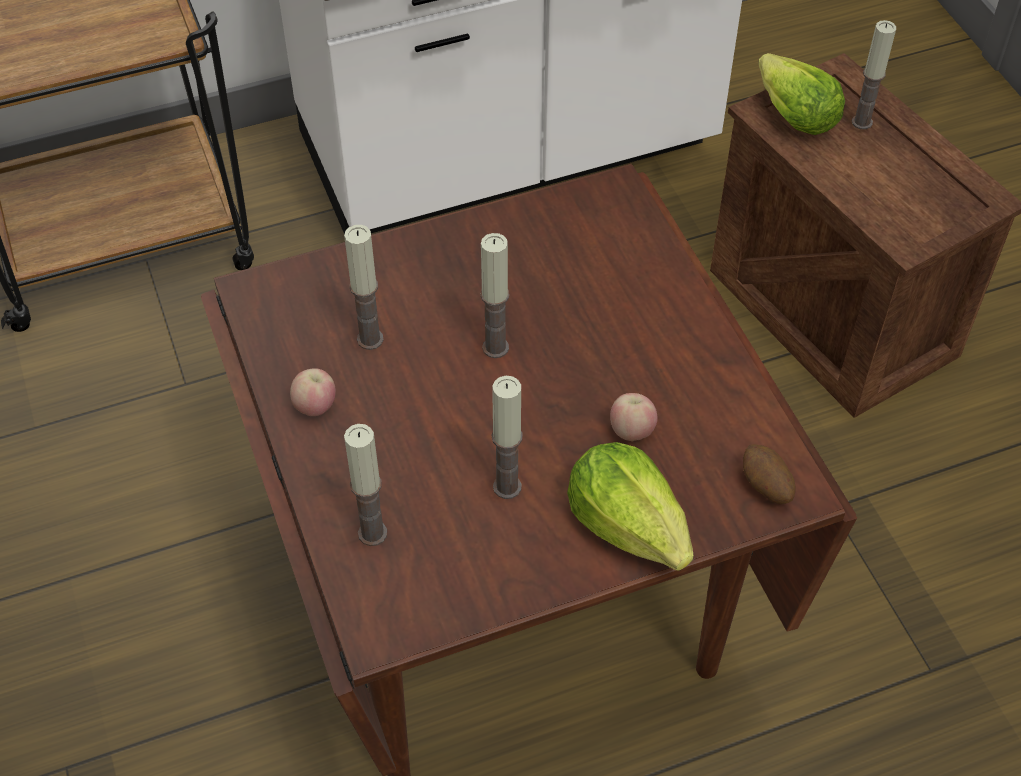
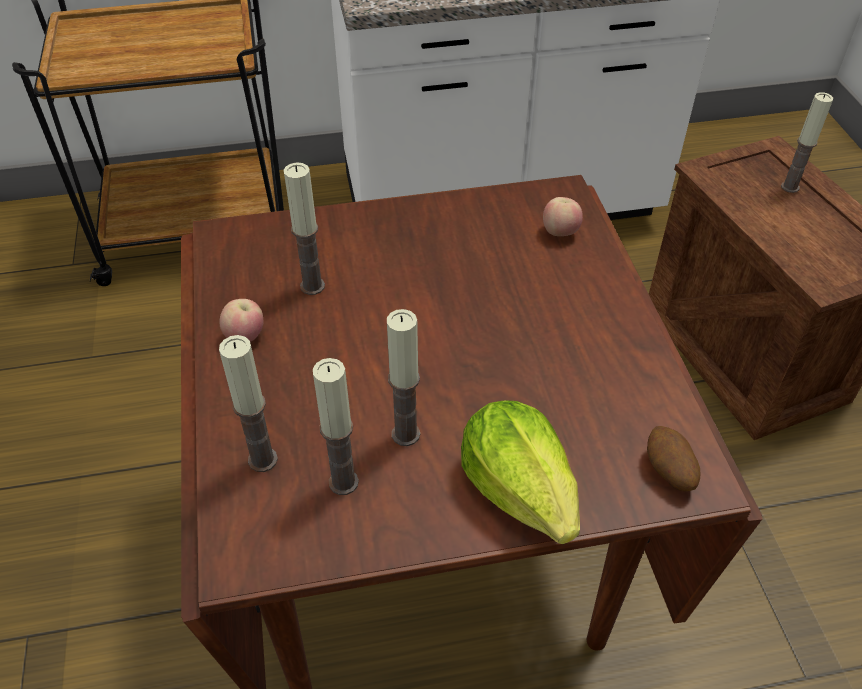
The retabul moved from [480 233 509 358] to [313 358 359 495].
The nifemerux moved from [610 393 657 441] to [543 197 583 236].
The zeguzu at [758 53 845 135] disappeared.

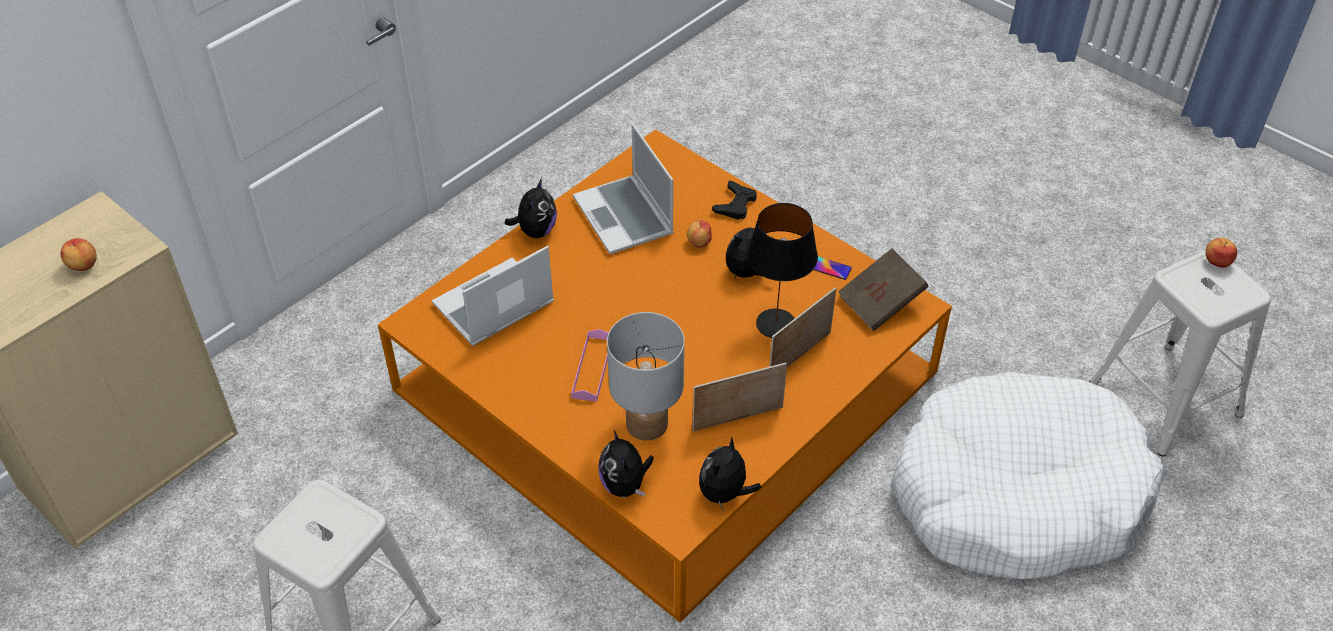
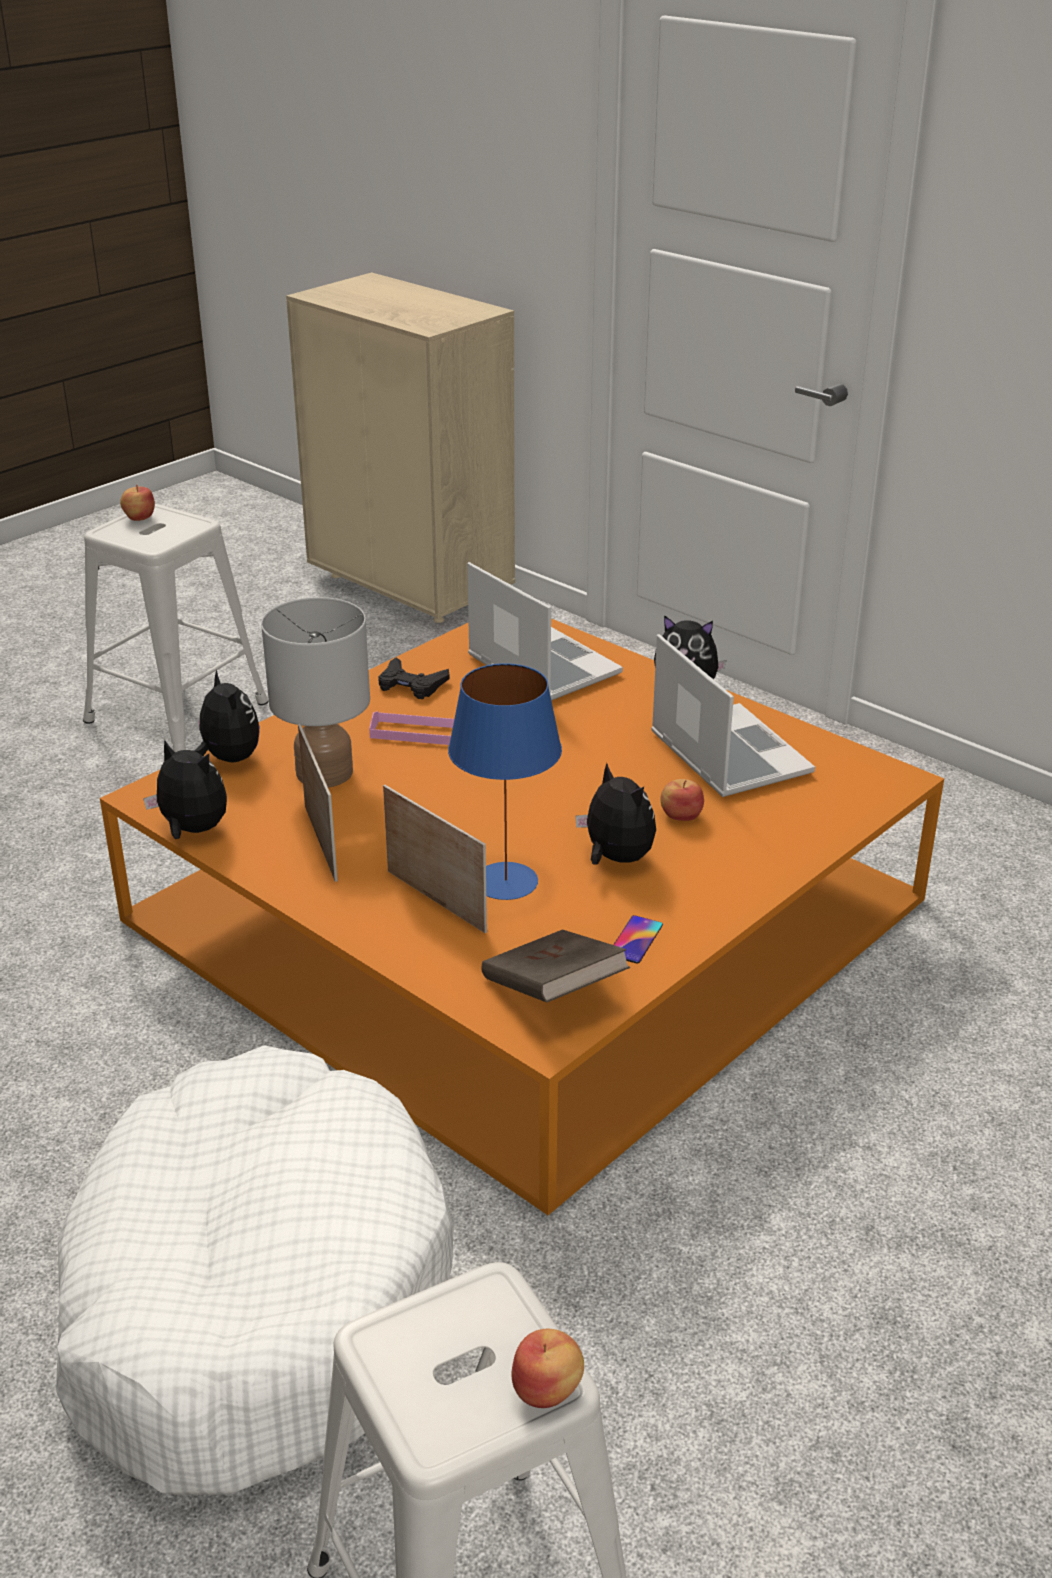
The nifemerux moved from [61 238 97 271] to [120 485 155 521].
The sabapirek at [573 124 674 254] turned 90 degrees clockwise.
The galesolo at [598 429 654 497] turned 75 degrees clockwise.
The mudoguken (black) moved from [712 181 757 220] to [378 657 450 699].
The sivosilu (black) at [746 203 818 338] became the sivosilu (blue) at [448 663 562 900].

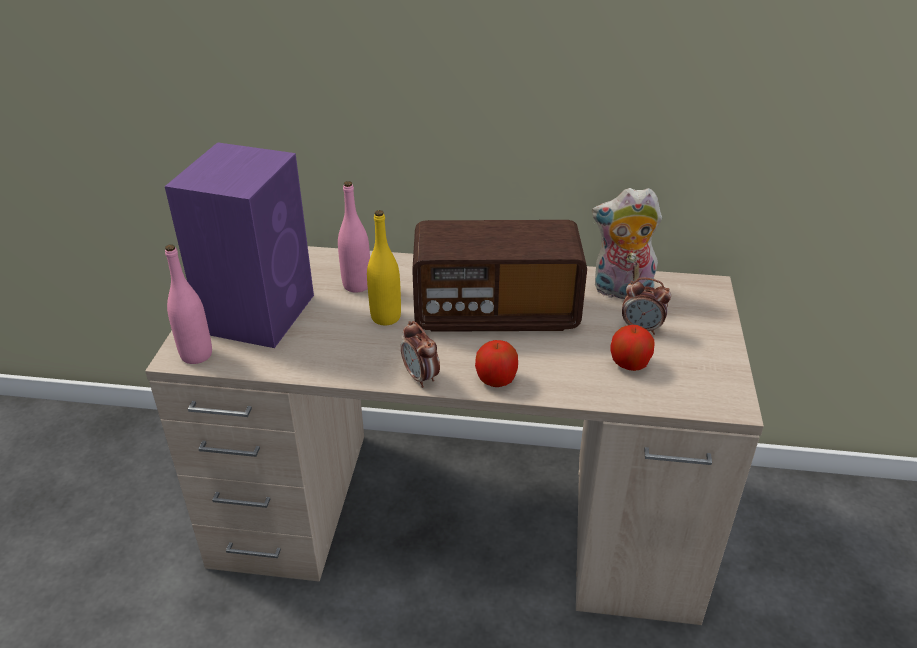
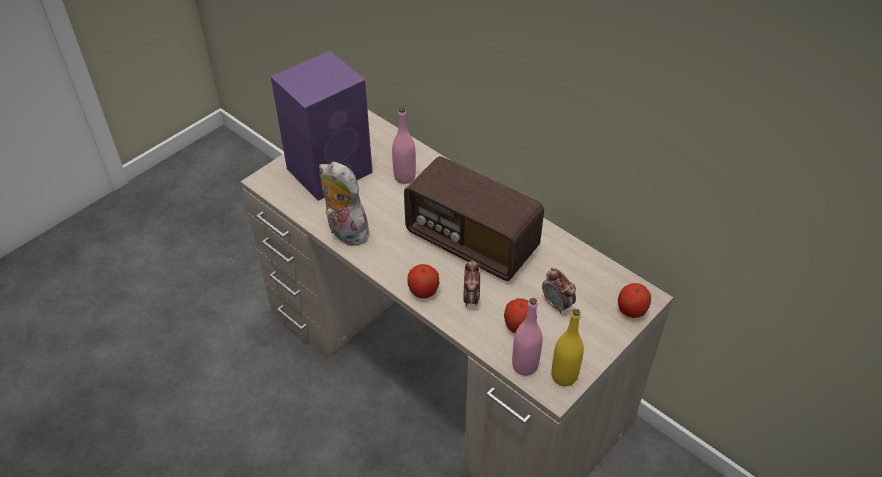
The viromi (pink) moved from [165 245 212 364] to [512 298 543 376].
The viromi (yellow) moved from [367 210 401 325] to [551 309 584 387].
The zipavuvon moved from [401 321 440 388] to [463 259 480 307].
The galesolo moved from [592 188 662 299] to [319 162 370 246].
The nifemerux at [618 283 651 318] appeared.

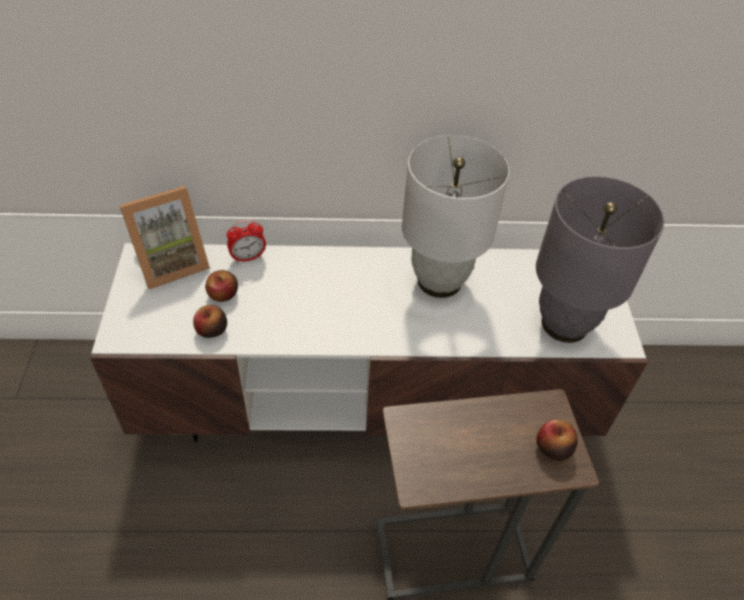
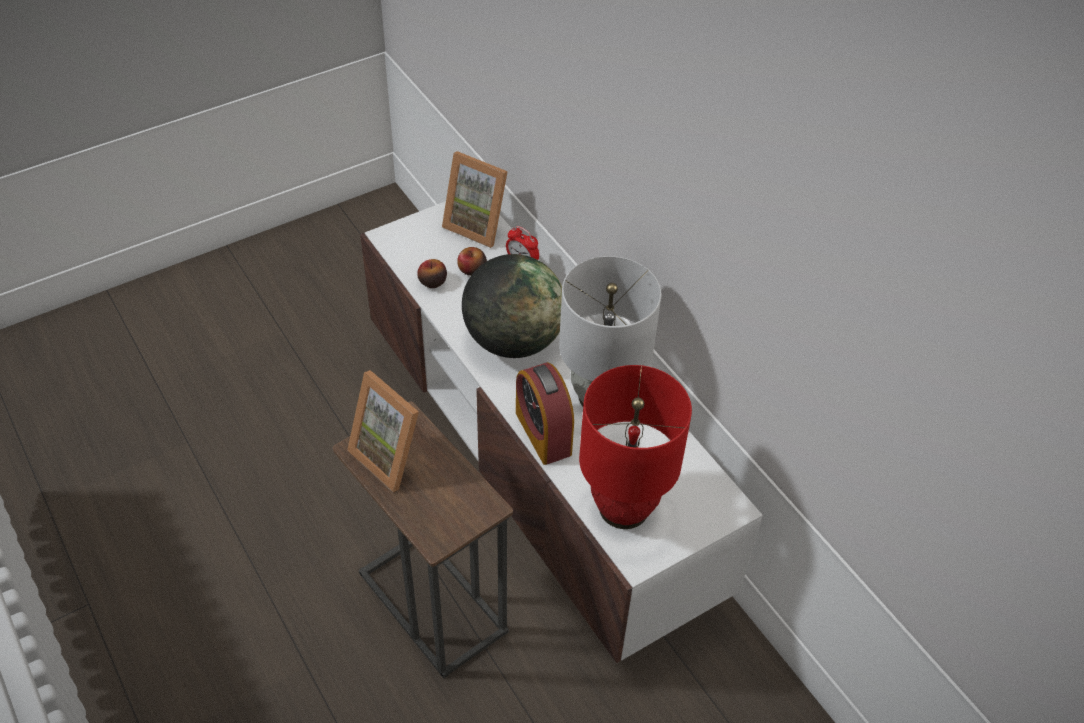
The sivosilu (grey) at [536 177 664 343] became the sivosilu (red) at [579 365 692 529].
The nifemerux at [537 420 578 461] disappeared.
The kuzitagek at [347 370 419 492] appeared.
The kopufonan at [462 254 562 358] appeared.
The zipavuvon at [516 362 574 465] appeared.

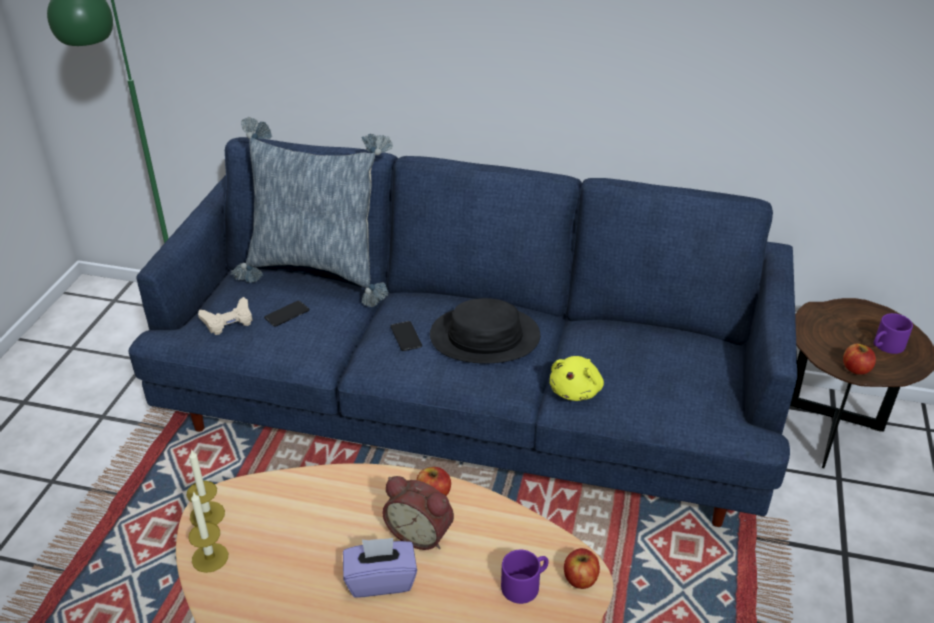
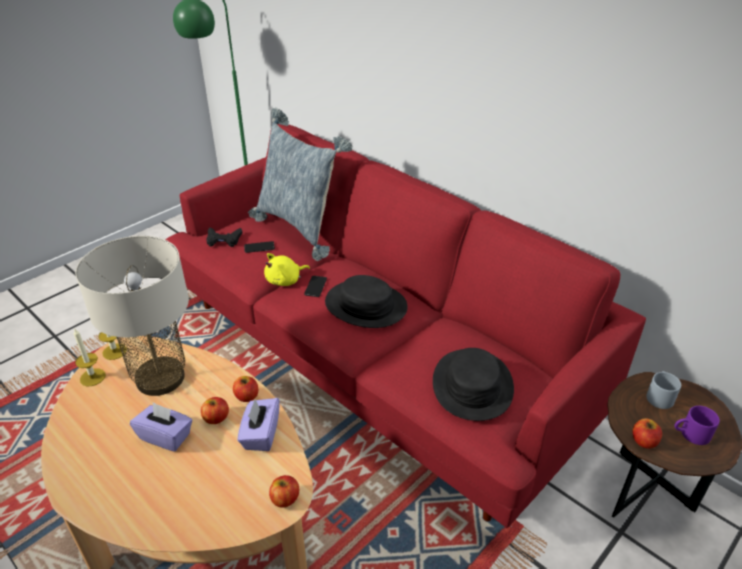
The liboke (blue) at [129 137 797 527] became the liboke (red) at [166 124 646 528].
The mudoguken (beige) at [198 297 253 335] became the mudoguken (black) at [206 228 242 247].
The zipavuvon at [382 476 454 550] was replaced by the nifemerux at [201 397 229 424].
The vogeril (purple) at [501 550 548 604] disappeared.
The galesolo (yellow) moved from [550 356 604 401] to [264 253 310 286].
The sivosilu at [75 236 189 396] appeared.
The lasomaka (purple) at [238 398 280 451] appeared.
The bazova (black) at [433 348 514 421] appeared.
The vogeril (grey) at [646 371 681 409] appeared.

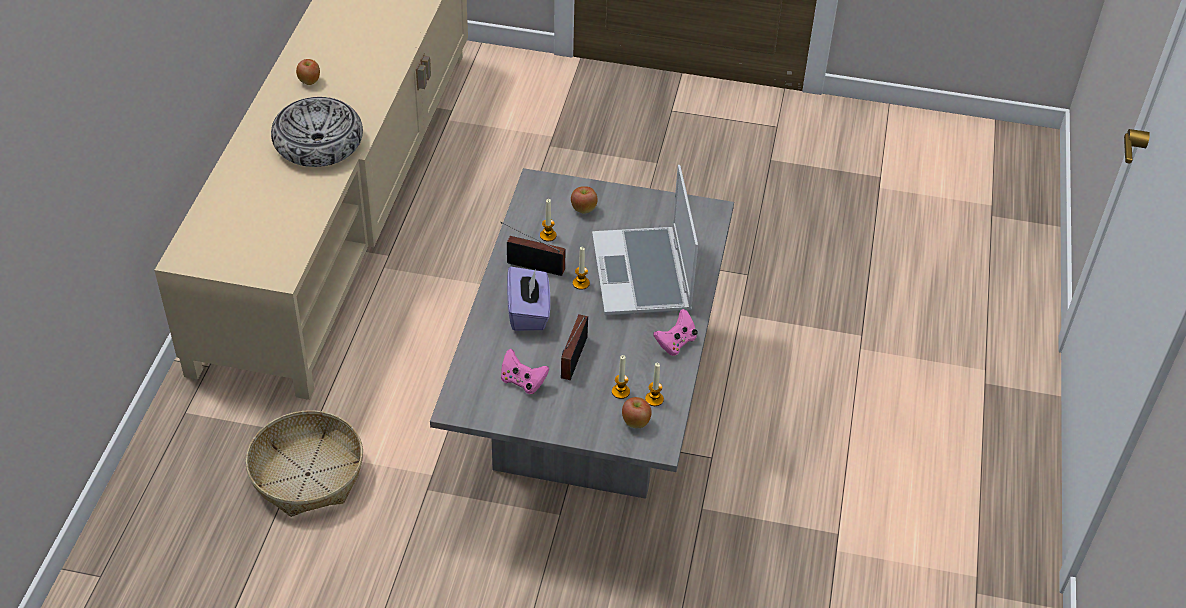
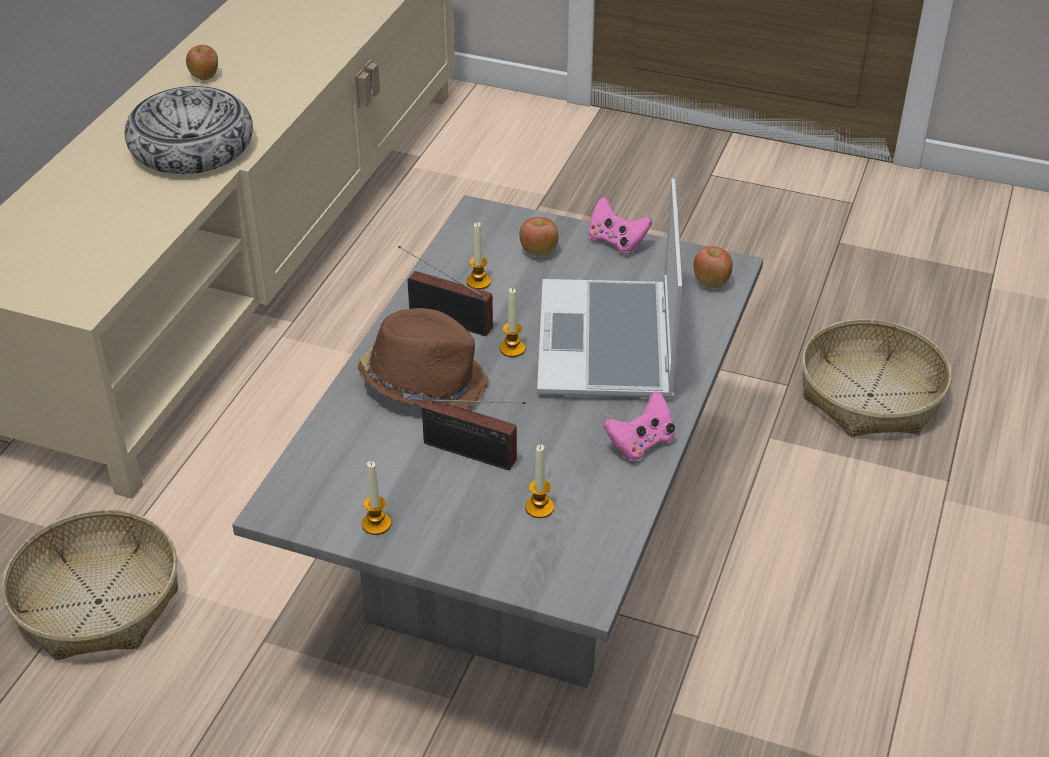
The mudoguken (pink) moved from [501 349 549 394] to [589 197 652 254].
The lasomaka (purple) at [507 266 550 331] was replaced by the bazova (brown) at [357 308 490 409].
The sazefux at [561 314 588 380] turned 90 degrees counterclockwise.
The nifemerux moved from [622 397 652 428] to [693 246 733 288].
The retabul moved from [645 363 664 406] to [362 461 391 535].
The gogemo at [801 319 952 437] appeared.

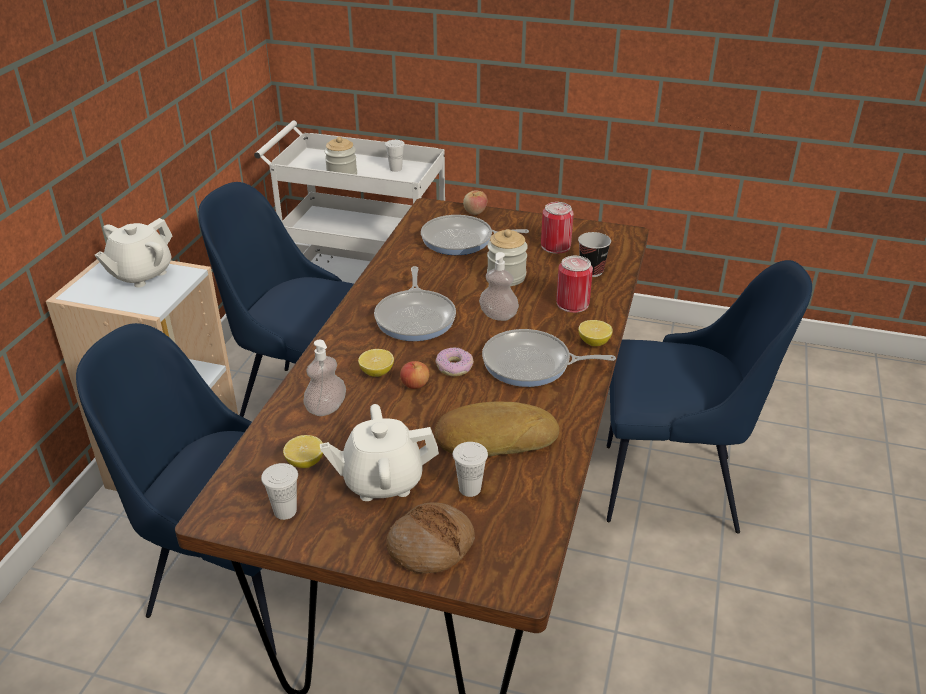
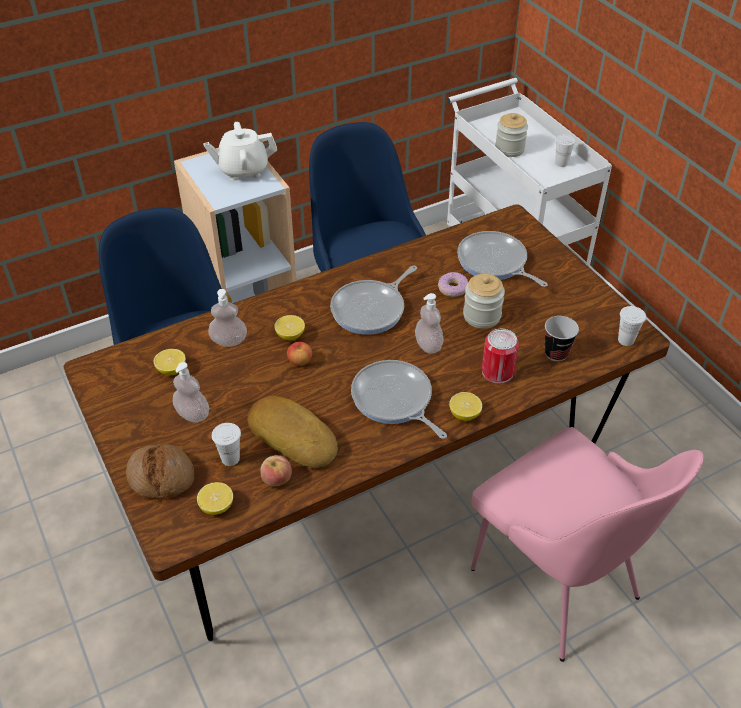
The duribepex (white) moved from [261 463 298 520] to [618 306 646 346].
The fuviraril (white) at [320 404 439 501] was replaced by the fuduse at [173 362 209 423].
The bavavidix moved from [436 347 474 376] to [438 272 469 297].
The nifemerux moved from [463 190 488 215] to [261 455 292 486].
The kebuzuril at [541 202 574 254] disappeared.
The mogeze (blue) at [607 260 812 533] became the mogeze (pink) at [471 427 704 662].
The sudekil at [197 482 233 515] appeared.

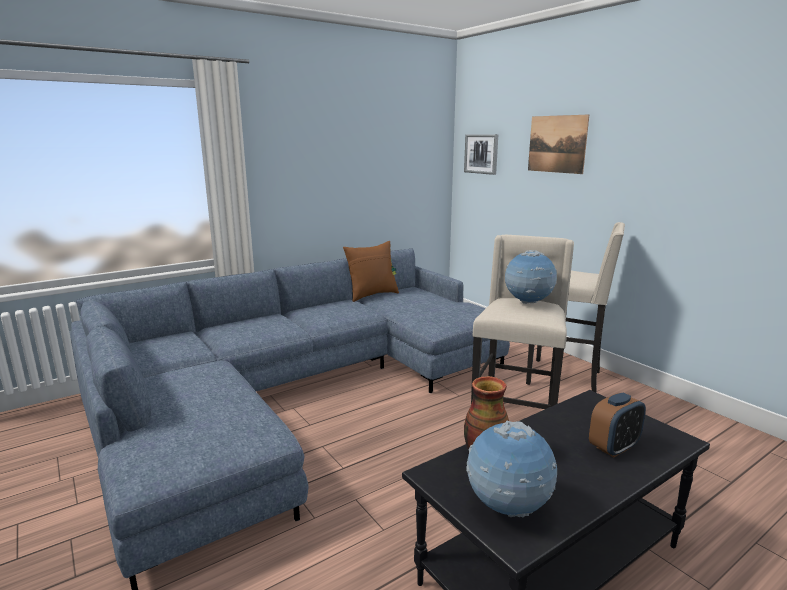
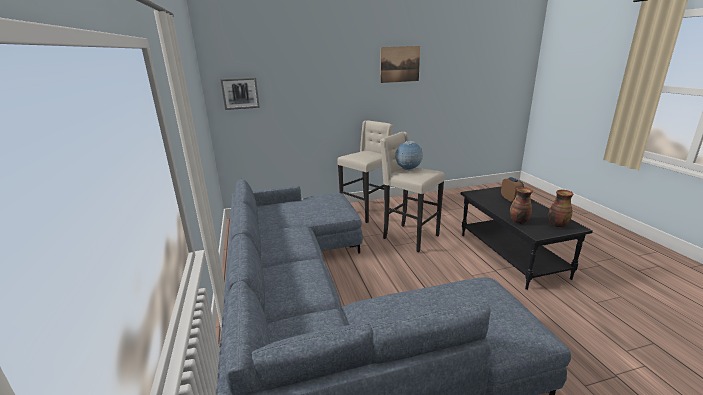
The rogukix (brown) at [343 241 399 302] disappeared.
The kopufonan at [466 421 557 517] was replaced by the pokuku at [549 190 573 227].
The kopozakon moved from [528 114 589 174] to [381 46 420 83].

